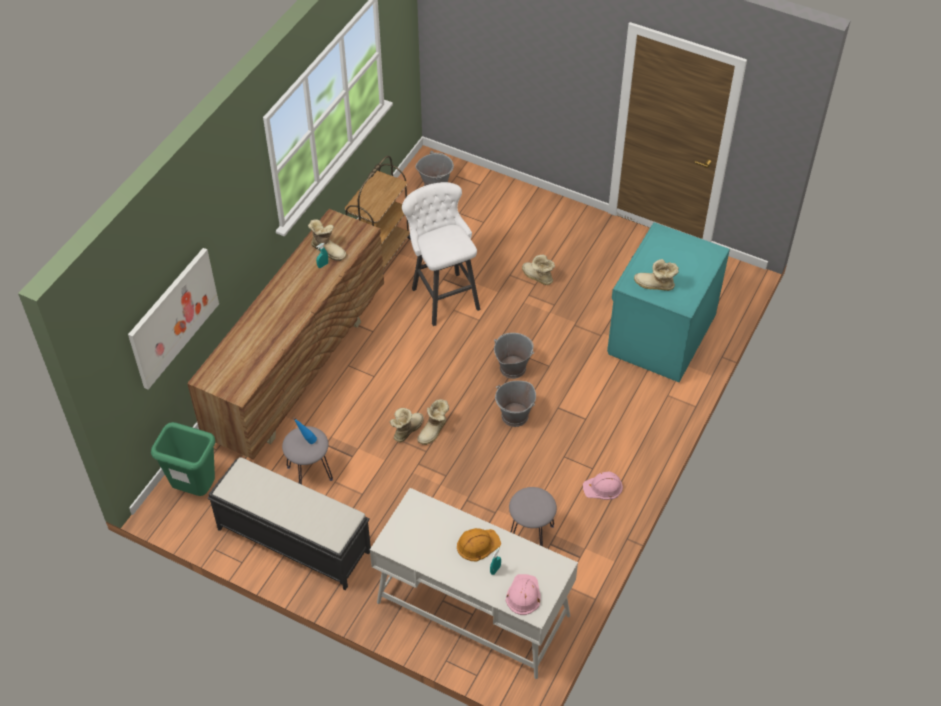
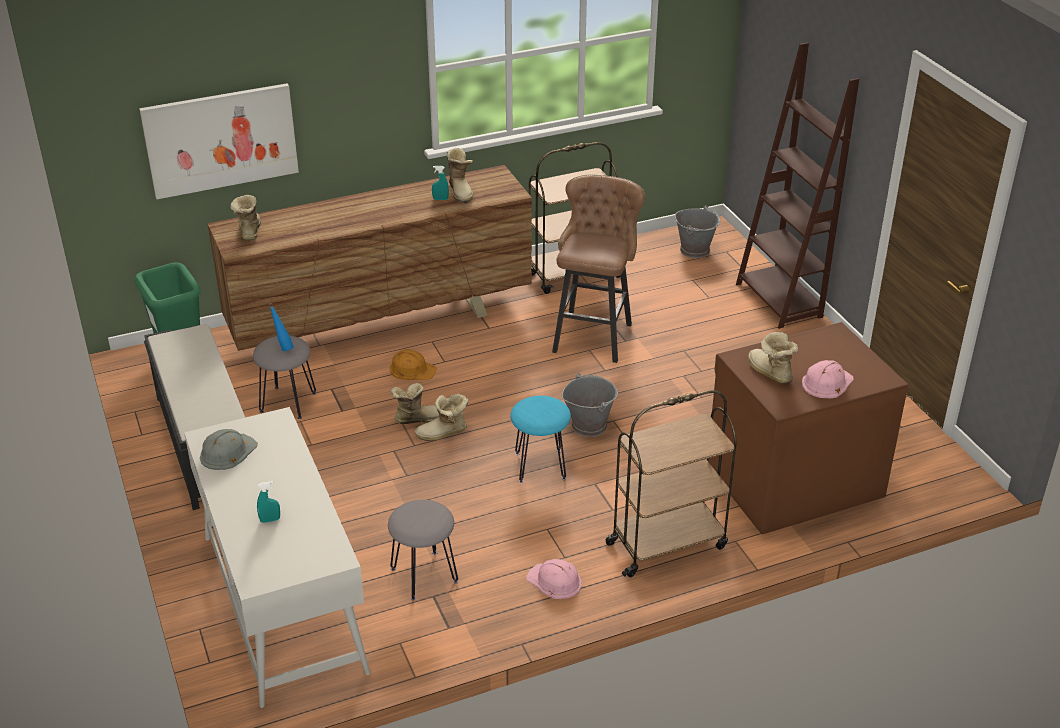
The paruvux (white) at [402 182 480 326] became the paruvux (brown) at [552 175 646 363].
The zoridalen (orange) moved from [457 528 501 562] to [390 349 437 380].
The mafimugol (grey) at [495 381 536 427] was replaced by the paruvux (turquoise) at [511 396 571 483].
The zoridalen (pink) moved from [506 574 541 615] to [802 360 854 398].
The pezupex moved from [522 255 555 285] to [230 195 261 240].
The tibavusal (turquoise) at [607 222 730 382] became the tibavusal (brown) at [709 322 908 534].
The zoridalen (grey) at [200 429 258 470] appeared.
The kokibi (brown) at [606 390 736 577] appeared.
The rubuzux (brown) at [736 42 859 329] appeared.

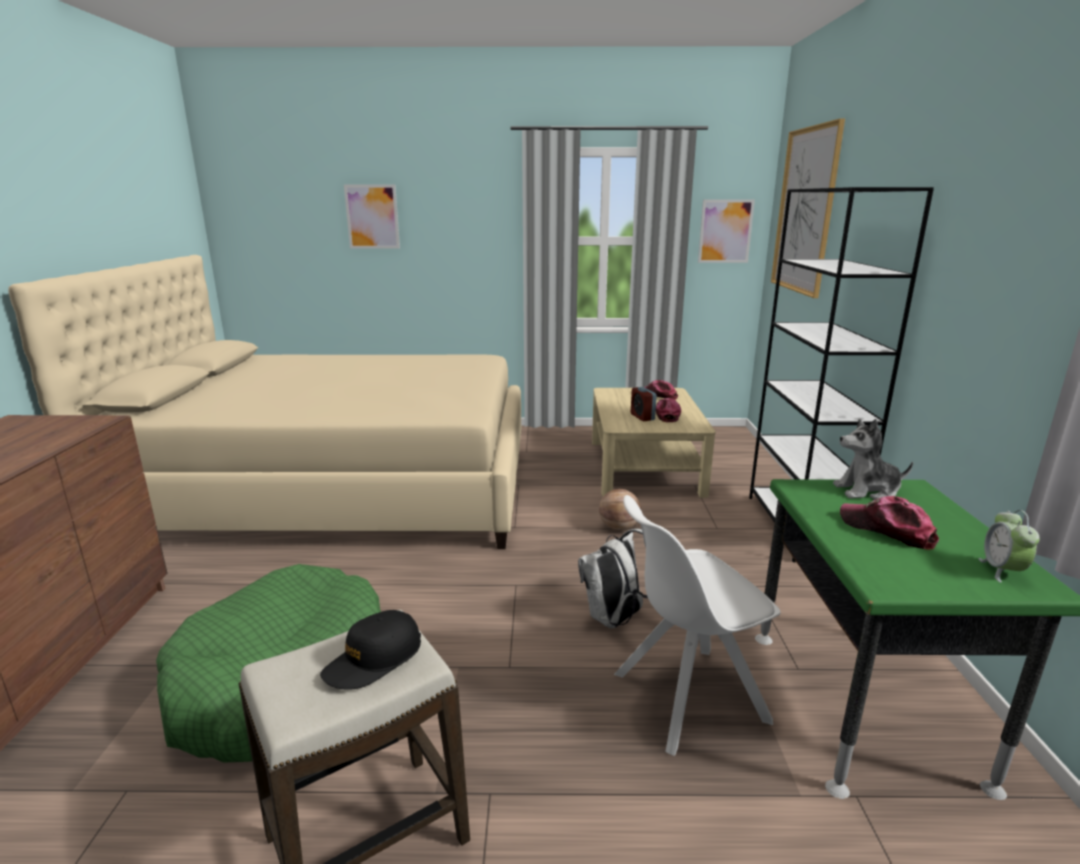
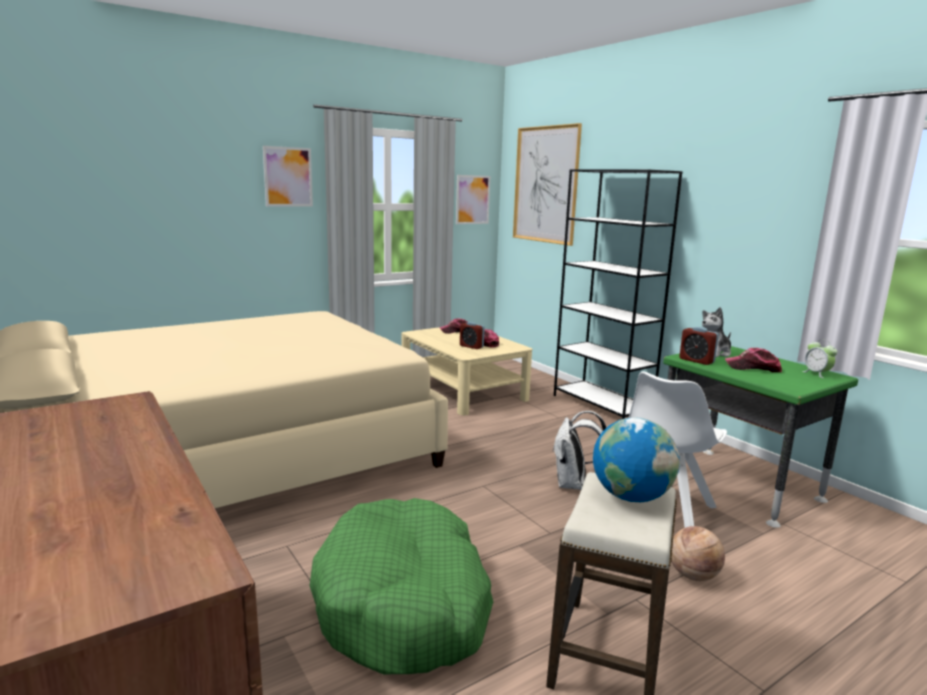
The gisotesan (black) at [320 610 421 690] was replaced by the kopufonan at [593 417 680 502].
The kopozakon moved from [344 185 400 249] to [263 146 313 207].
The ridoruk moved from [599 489 641 531] to [671 526 725 581].
The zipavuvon at [679 327 719 365] appeared.

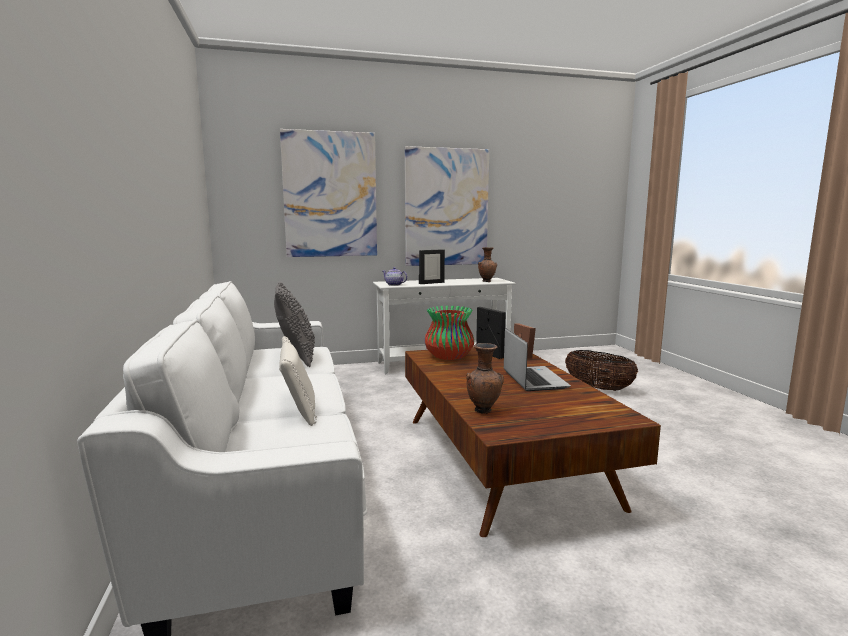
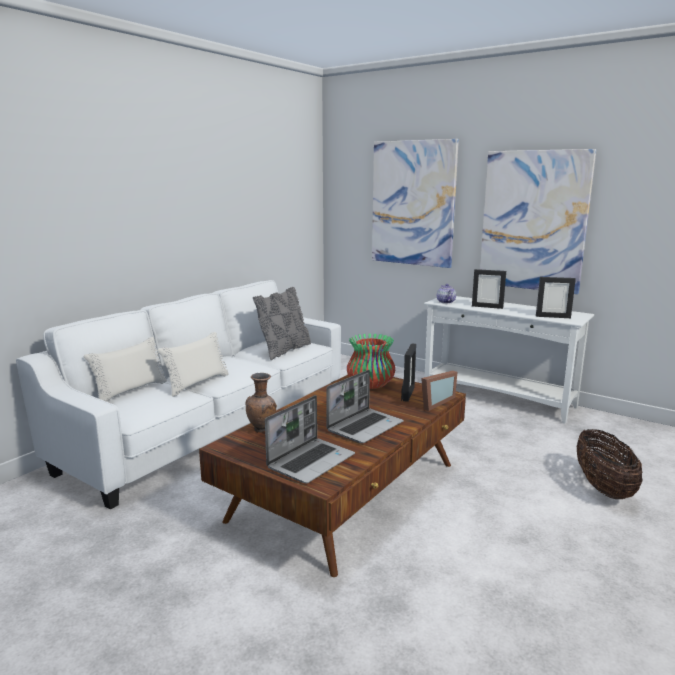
The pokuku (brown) at [478 247 497 282] was replaced by the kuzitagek at [536 277 576 318].
The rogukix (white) at [84 337 167 402] appeared.
The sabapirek at [265 395 355 483] appeared.

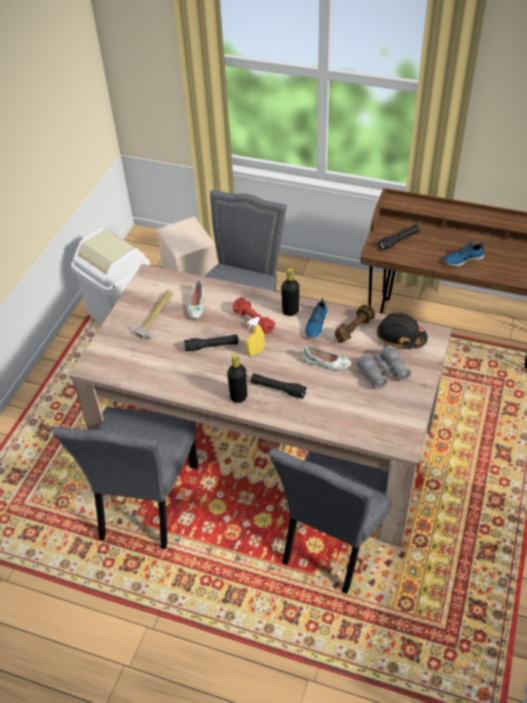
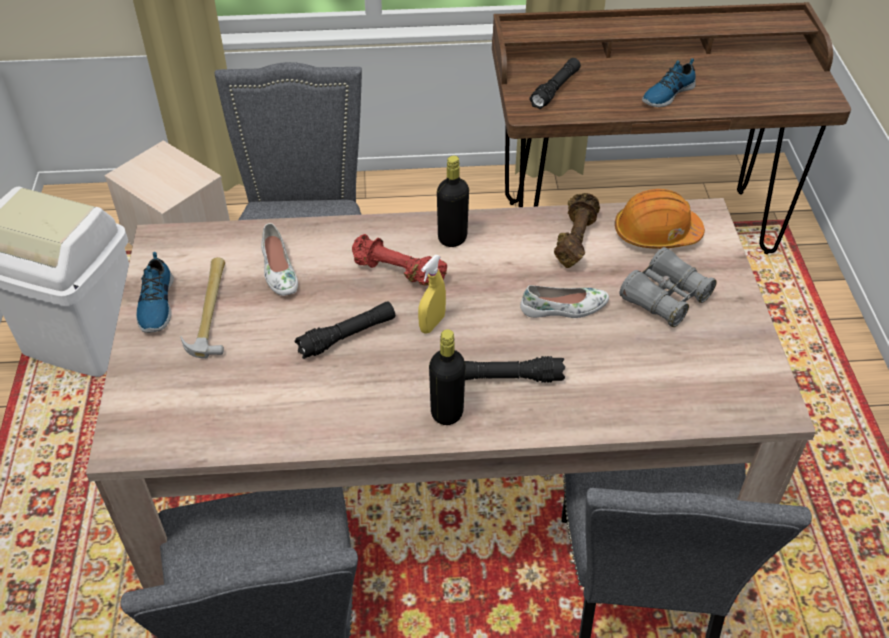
The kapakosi moved from [305 298 328 339] to [136 252 174 333].
The zoridalen (black) at [377 312 428 349] became the zoridalen (orange) at [615 189 705 249].

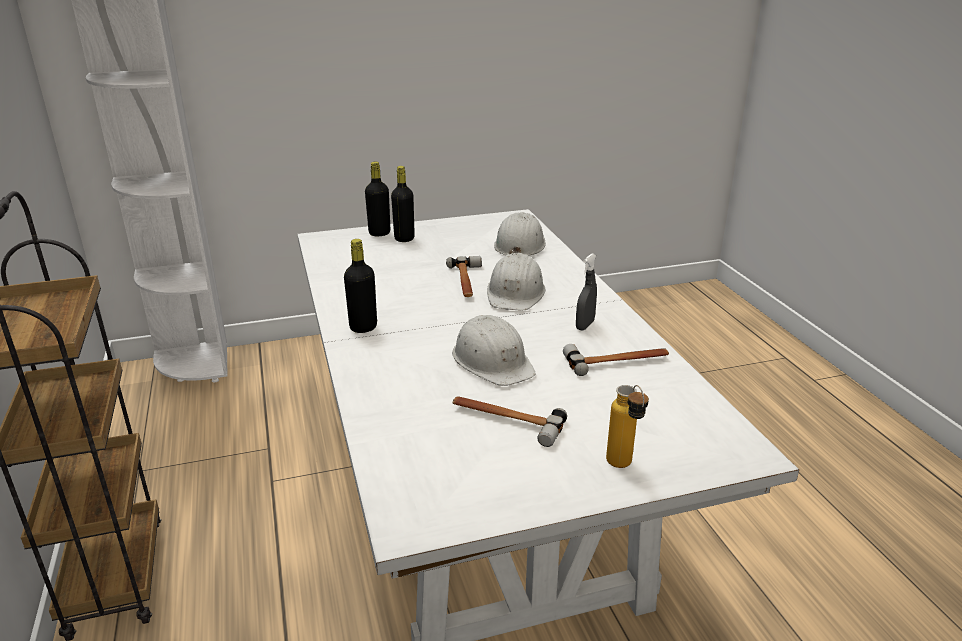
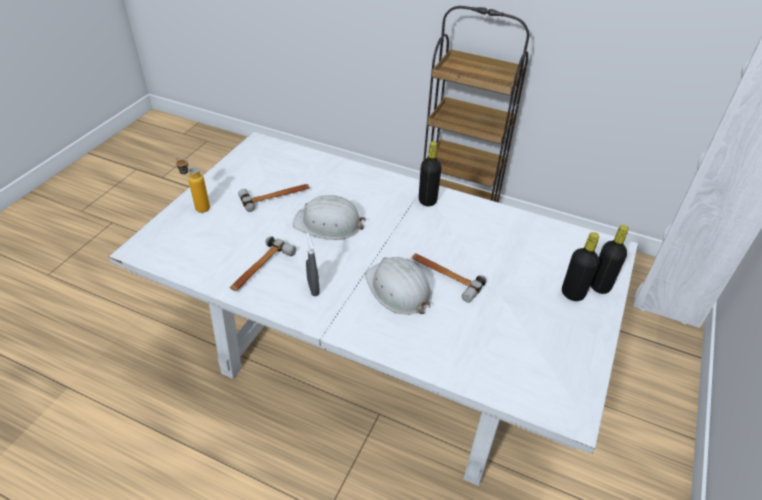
The zoridalen (white) at [494 212 546 256] disappeared.

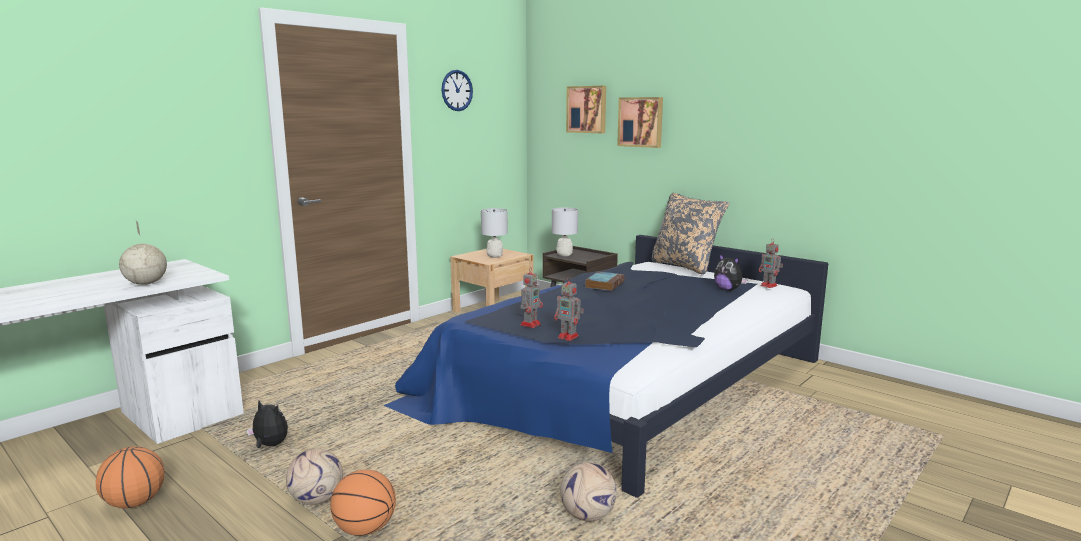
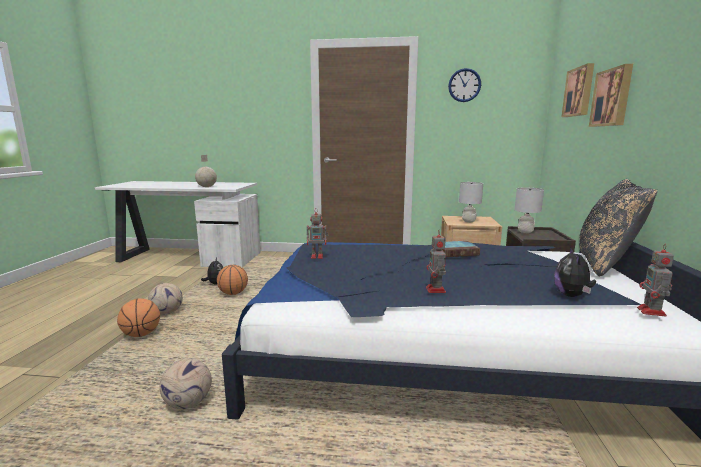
The ridoruk moved from [96 446 164 509] to [217 265 248 295].
The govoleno moved from [554 276 584 341] to [426 229 446 293].

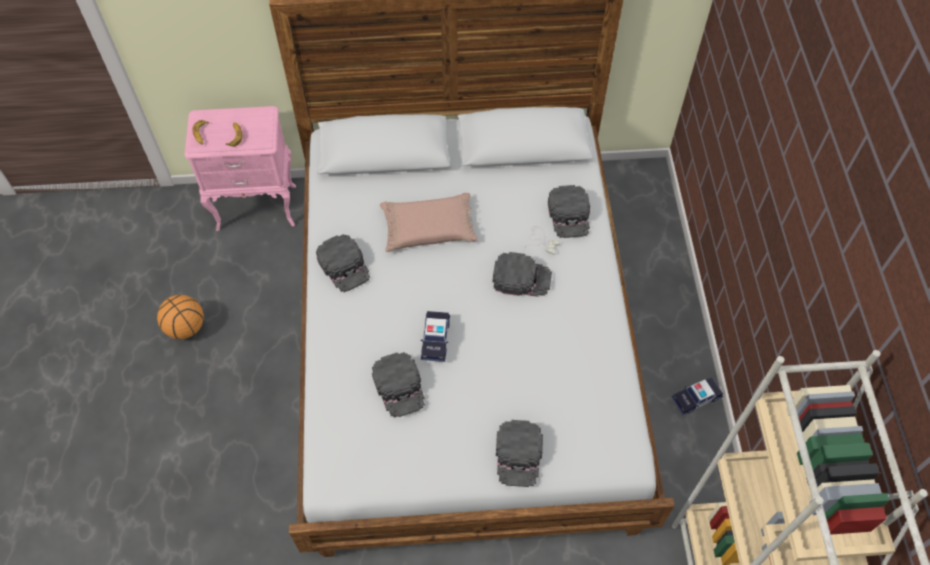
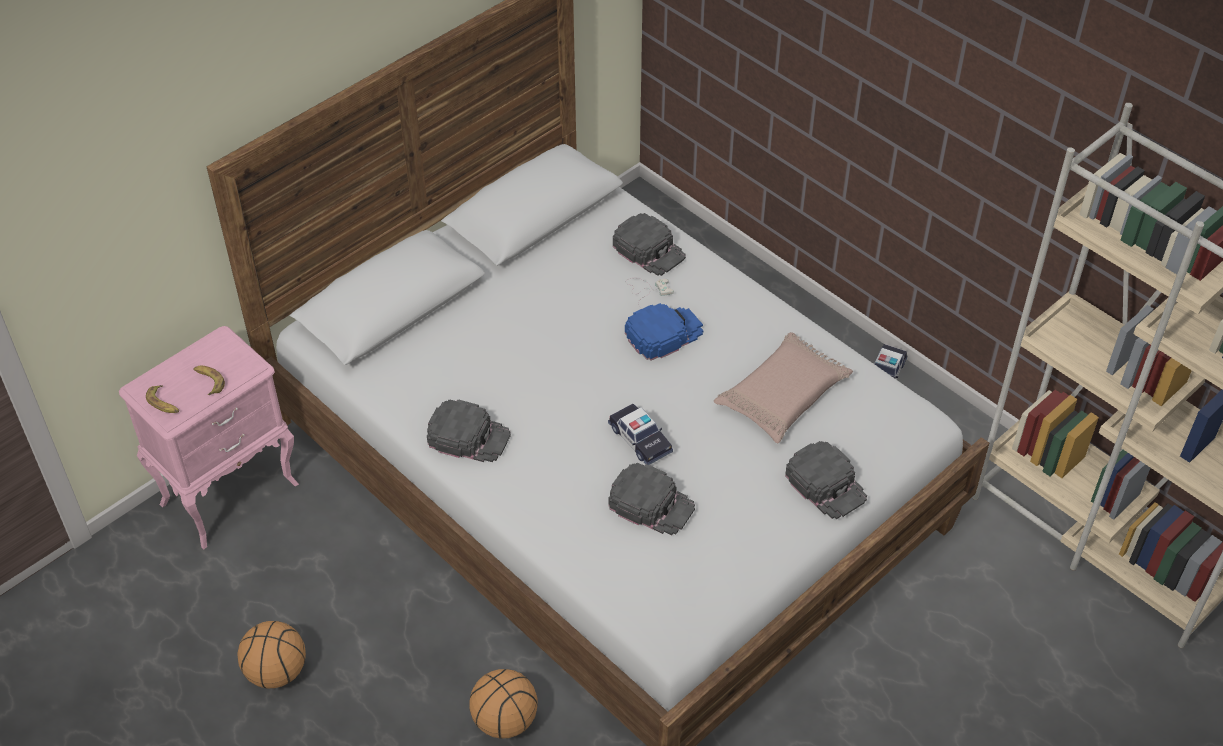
The rogukix (beige) moved from [380 193 477 252] to [714 332 853 443].
The gisotesan (black) at [493 252 552 297] became the gisotesan (blue) at [625 303 704 361].
The ridoruk at [469 669 538 738] appeared.

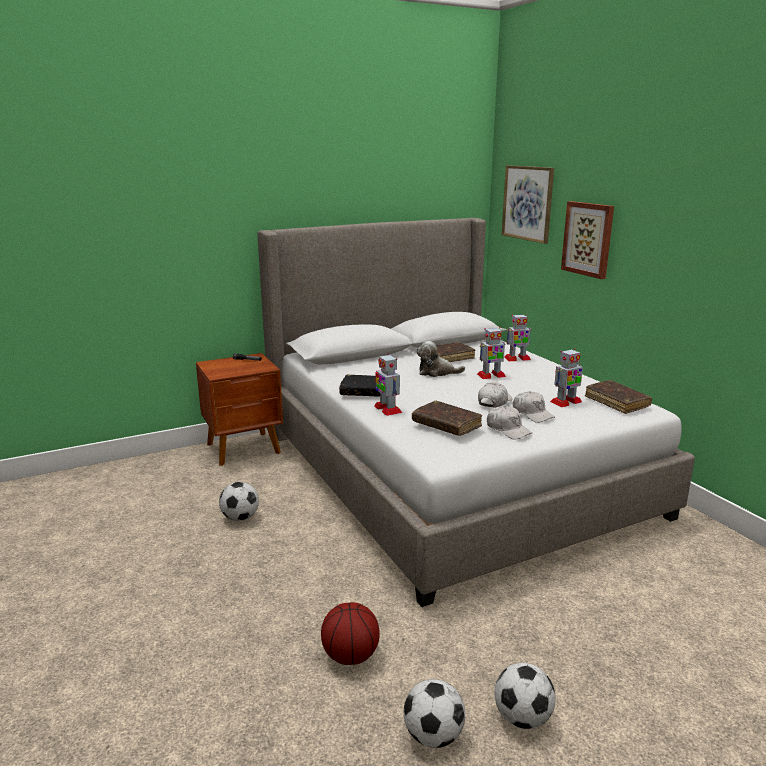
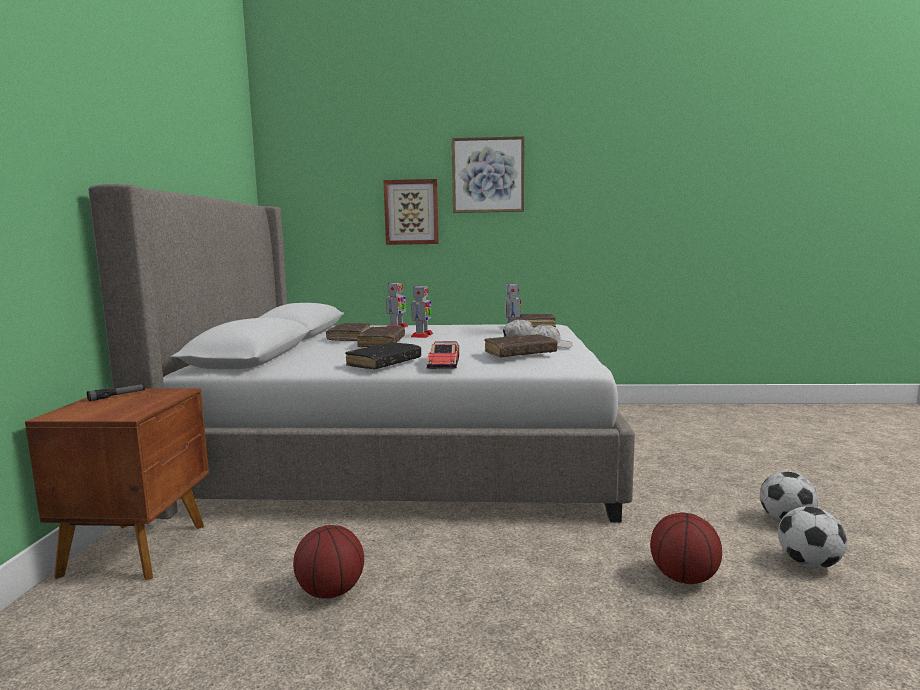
The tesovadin at [219 482 259 521] was replaced by the ridoruk at [293 525 364 599].
The govoleno at [374 354 402 416] was replaced by the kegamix at [426 341 459 369].
The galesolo at [416 341 465 377] was replaced by the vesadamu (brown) at [357 326 405 347].
The gisotesan (white) at [478 382 512 407] disappeared.
The kopozakon moved from [502 165 554 244] to [452 136 524 213].

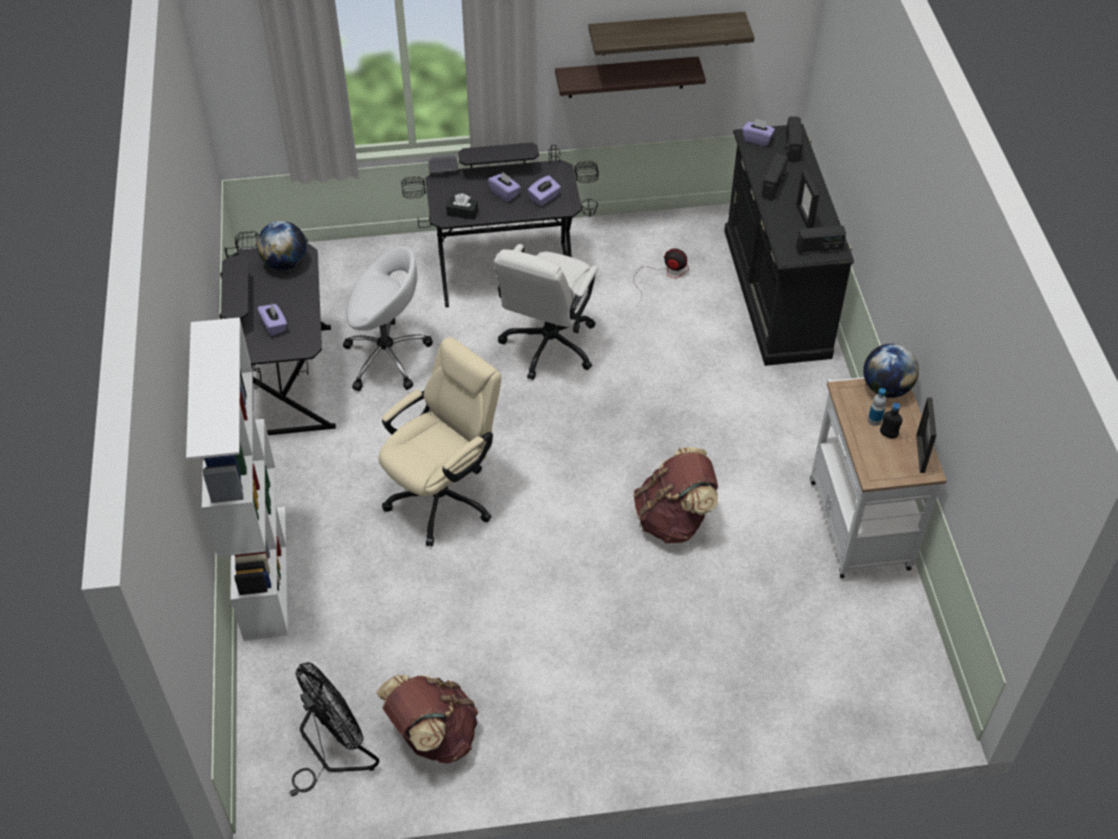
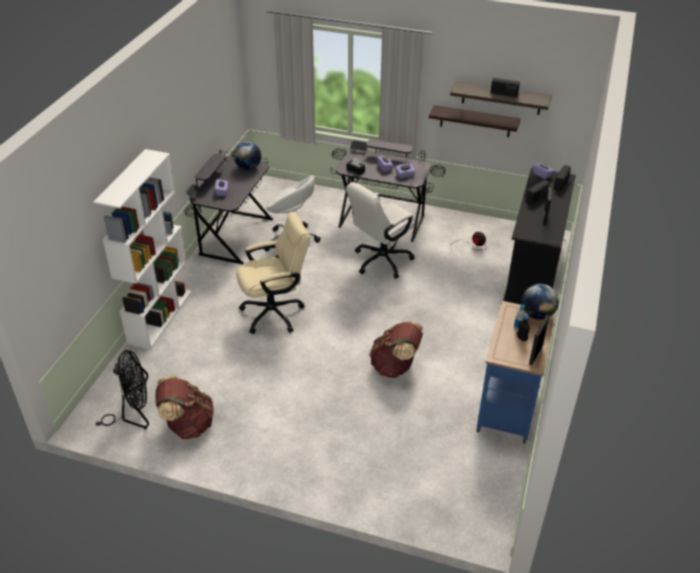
The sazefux moved from [796 225 846 254] to [490 78 520 98].
The kokibi (white) at [810 377 947 578] became the kokibi (blue) at [476 301 556 444].

